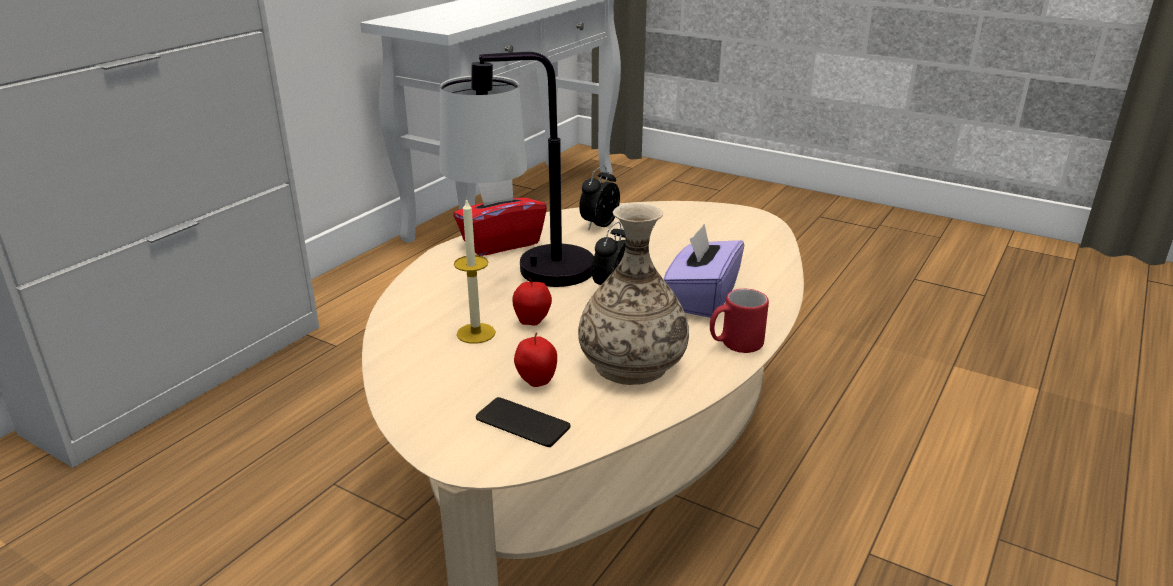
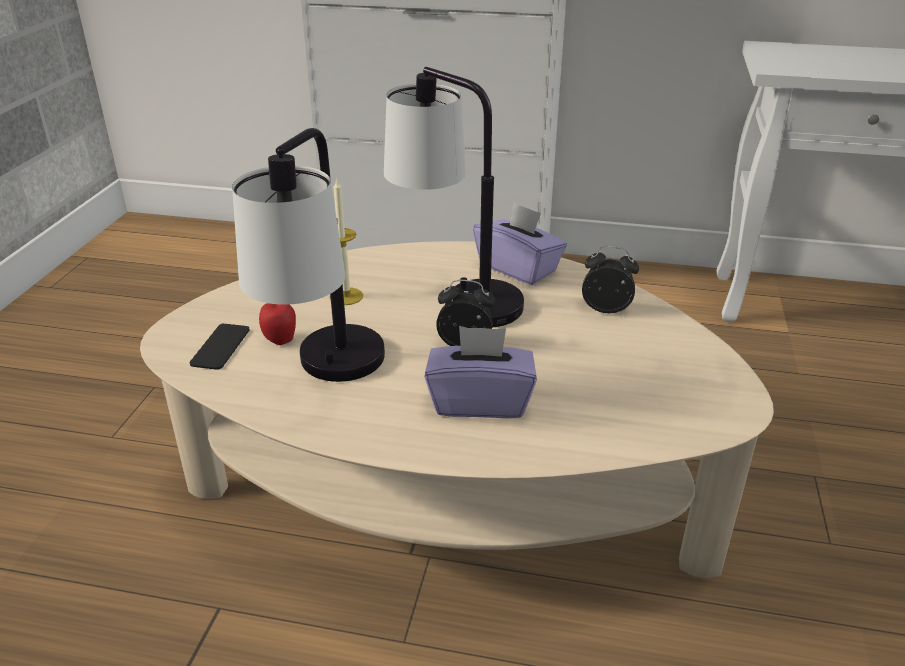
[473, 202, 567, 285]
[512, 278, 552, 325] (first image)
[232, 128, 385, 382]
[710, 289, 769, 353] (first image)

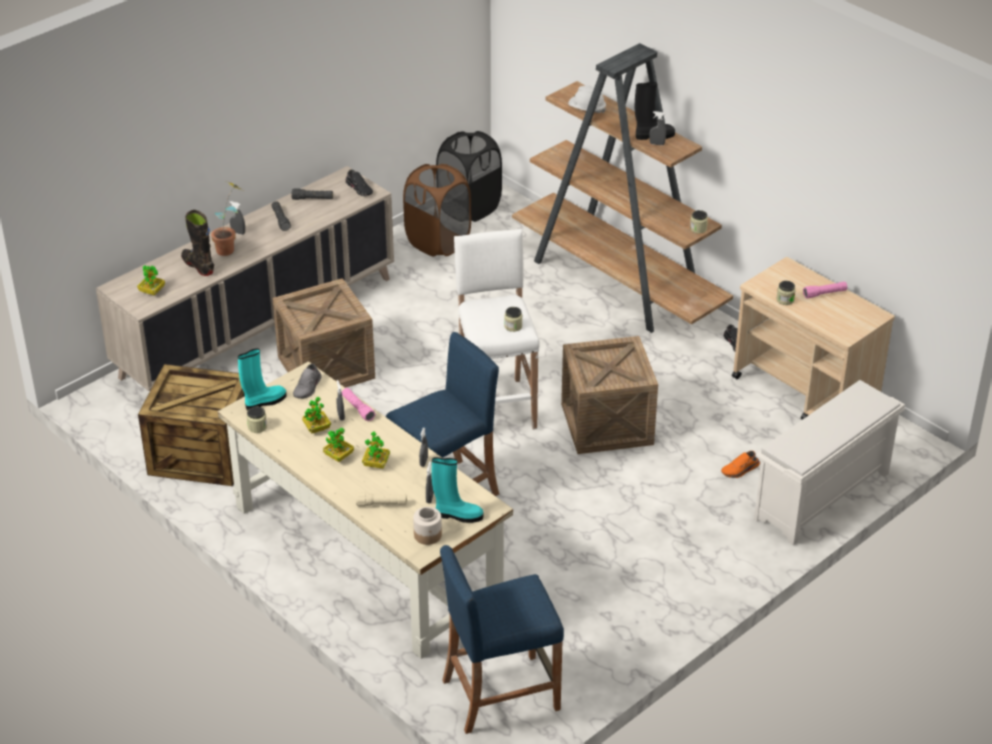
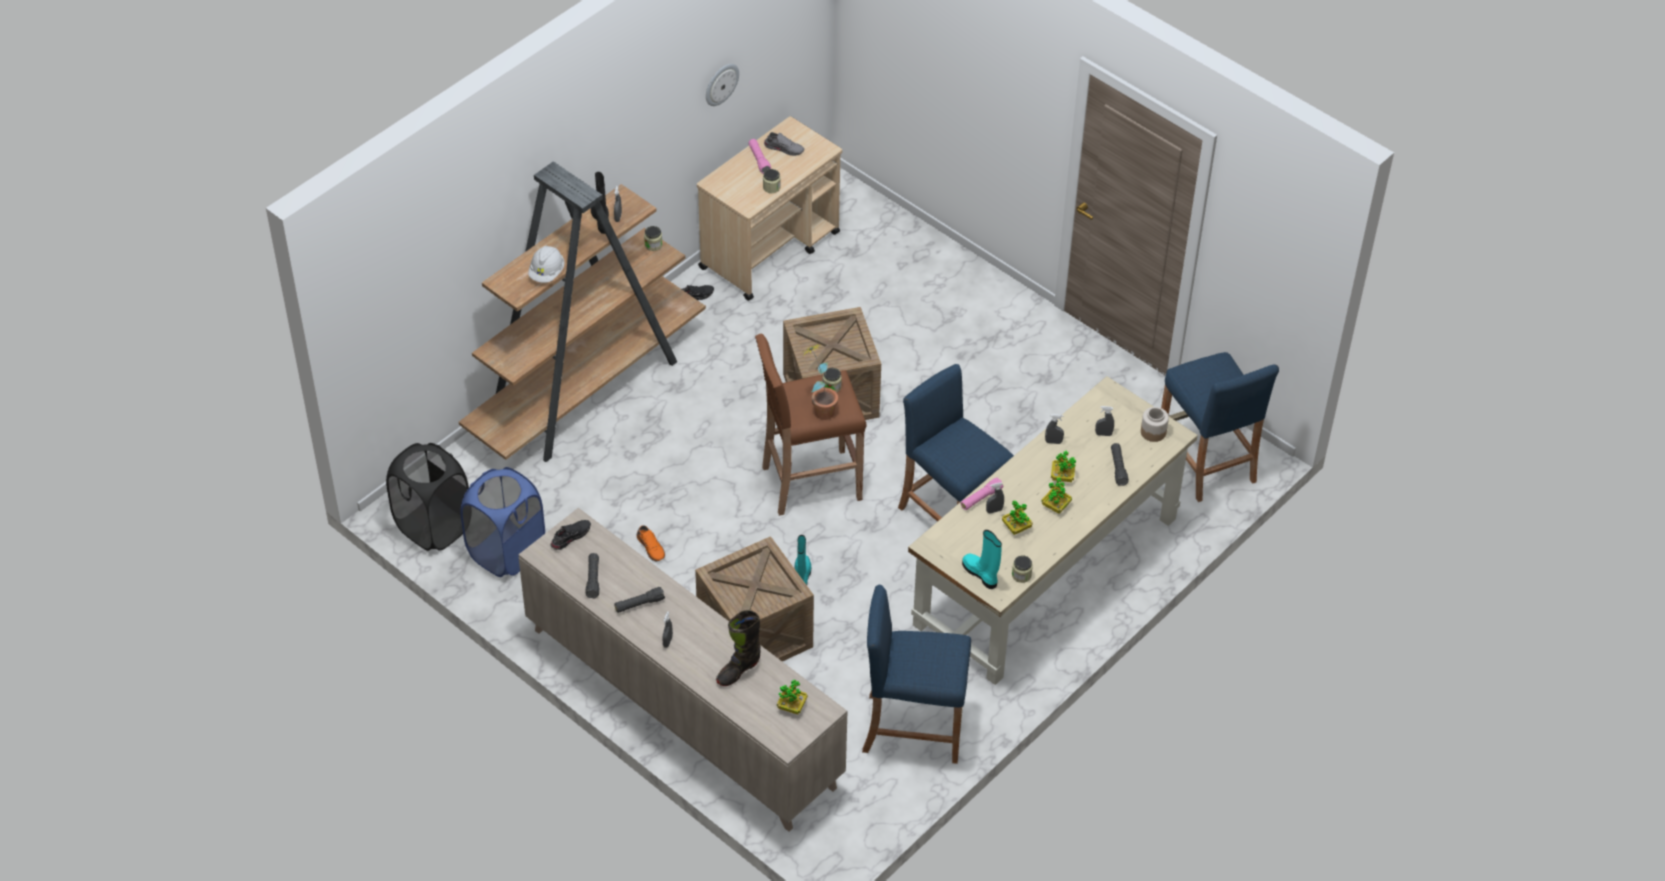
[862, 585, 971, 764]
[801, 344, 838, 420]
[764, 132, 804, 156]
[1111, 443, 1129, 486]
[460, 467, 545, 577]
[794, 535, 811, 585]
[755, 334, 866, 516]
[636, 525, 665, 561]
[754, 380, 905, 546] (first image)
[706, 64, 739, 106]

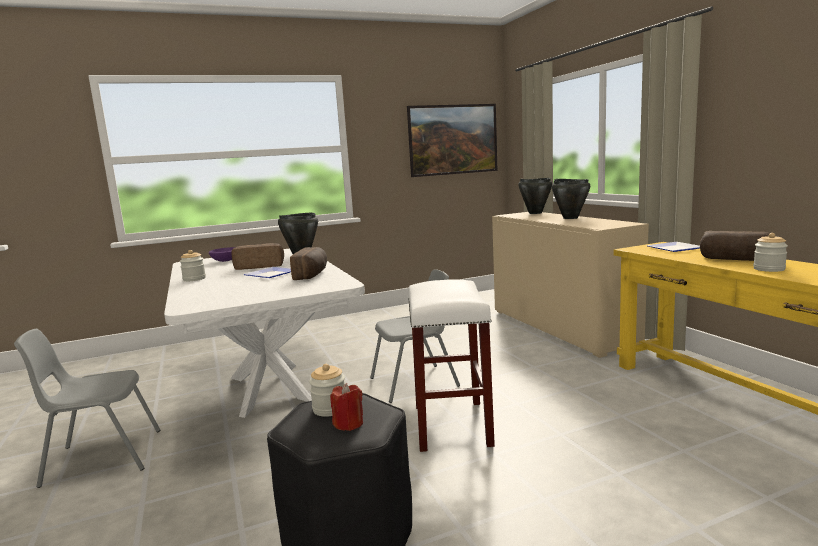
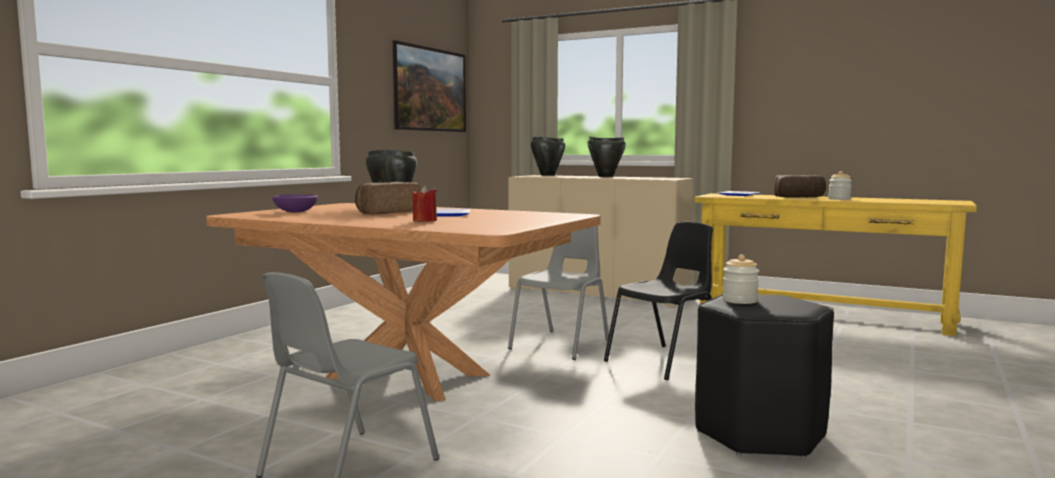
[206, 203, 601, 401]
[180, 250, 206, 281] (first image)
[290, 247, 327, 280] (first image)
[412, 186, 437, 222]
[604, 222, 713, 380]

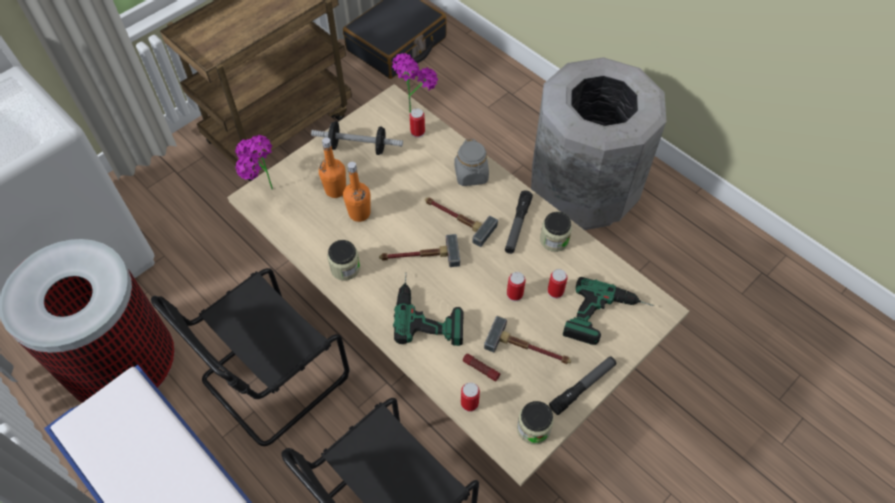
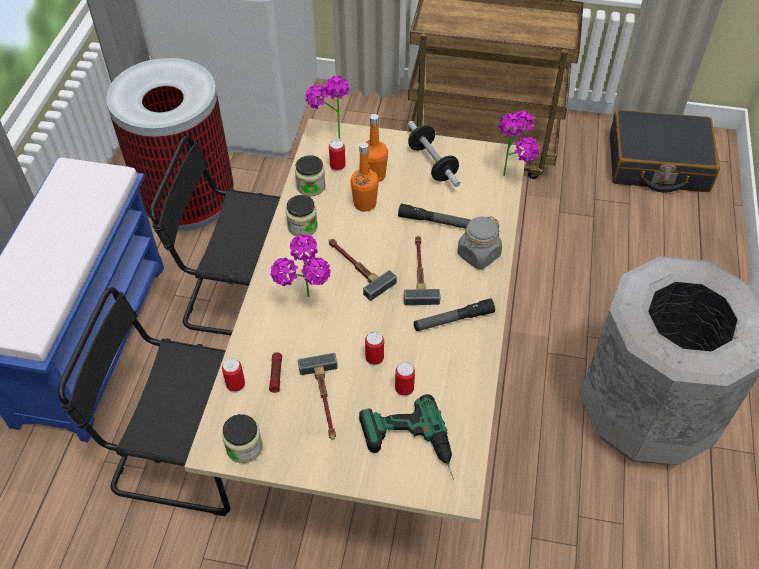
[270, 234, 331, 297]
[329, 139, 346, 172]
[295, 155, 326, 196]
[398, 204, 471, 229]

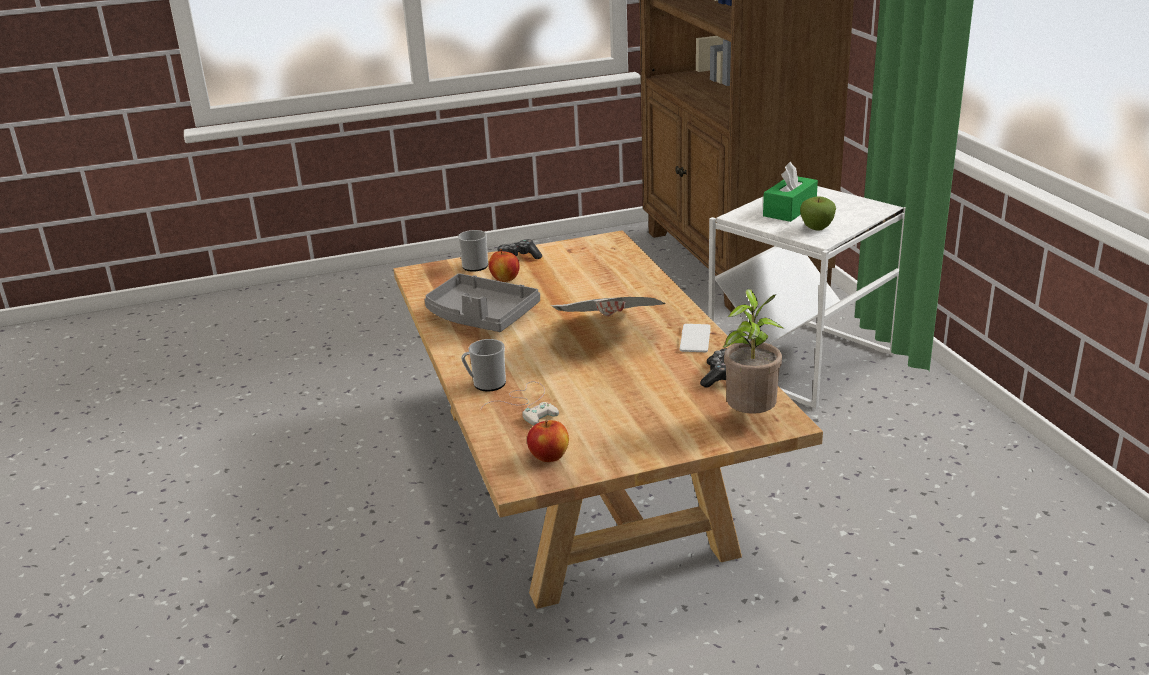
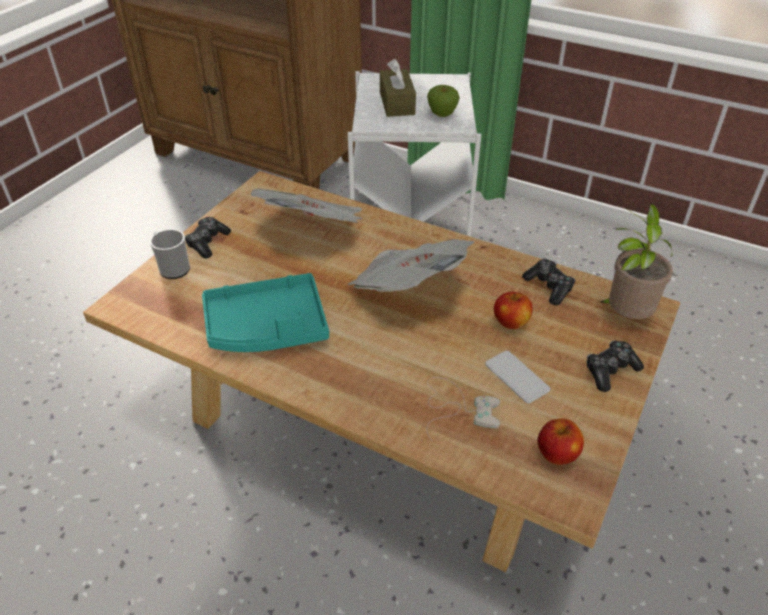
[202, 273, 329, 352]
[461, 339, 506, 391] (first image)
[494, 292, 533, 329]
[485, 351, 550, 403]
[380, 59, 416, 117]
[250, 189, 362, 223]
[586, 341, 644, 392]

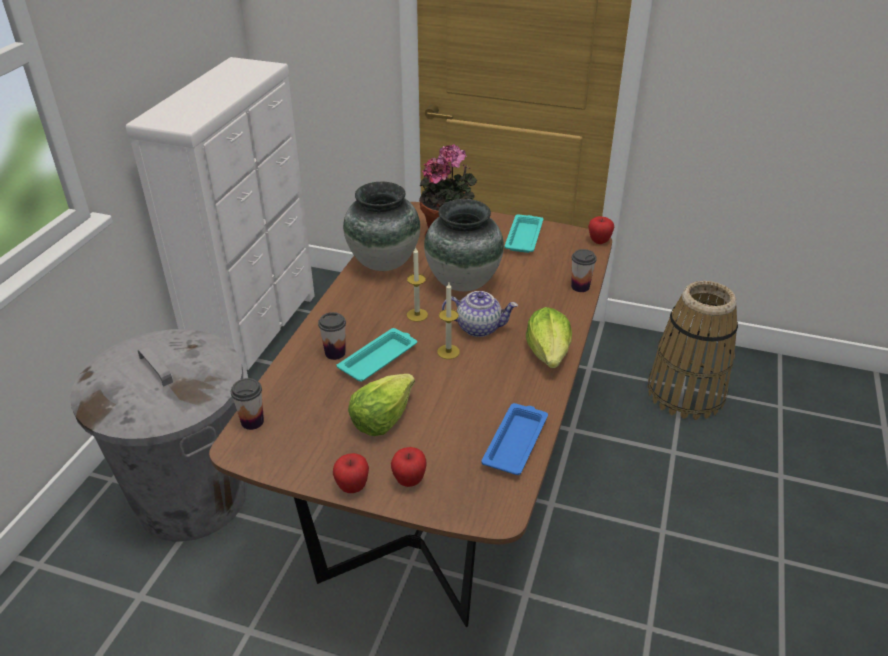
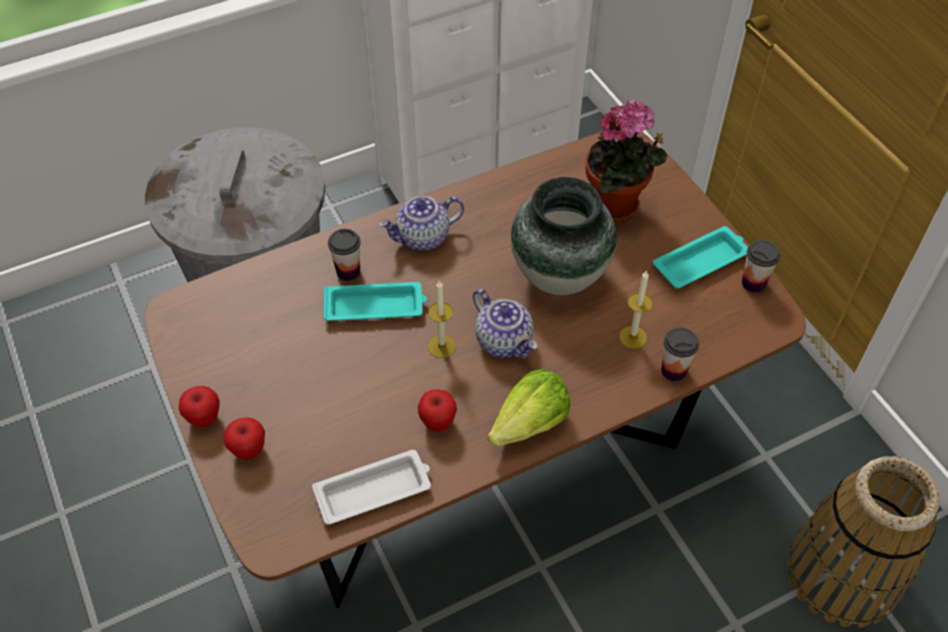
[742, 240, 780, 293]
[343, 182, 420, 271] (first image)
[348, 374, 415, 436] (first image)
[619, 270, 653, 349]
[312, 450, 431, 525]
[418, 389, 457, 432]
[379, 196, 464, 251]

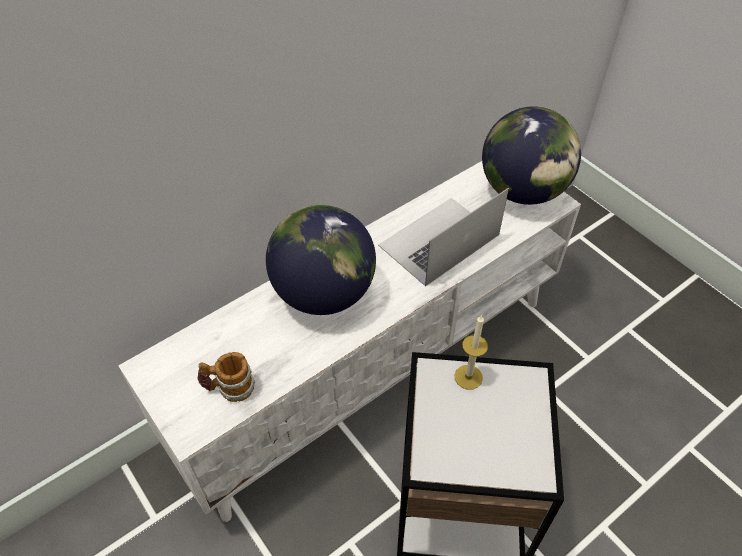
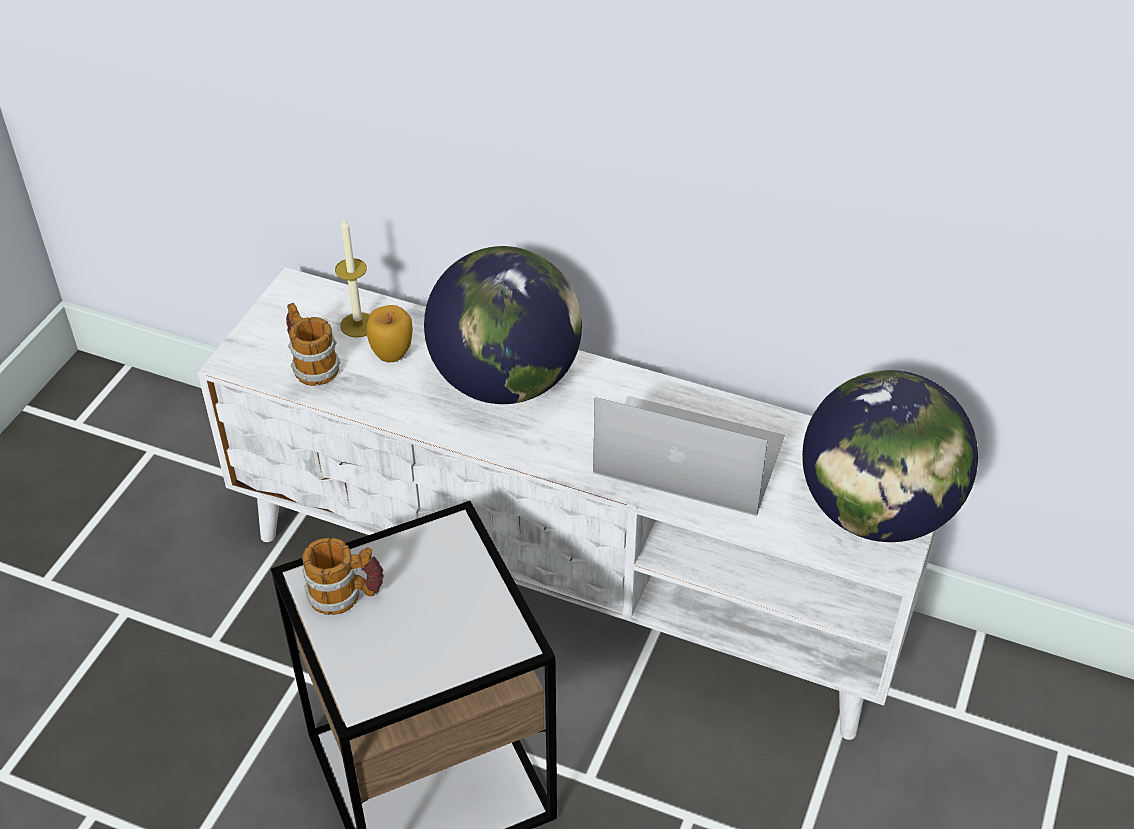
[335, 219, 370, 338]
[302, 537, 384, 615]
[366, 305, 413, 362]

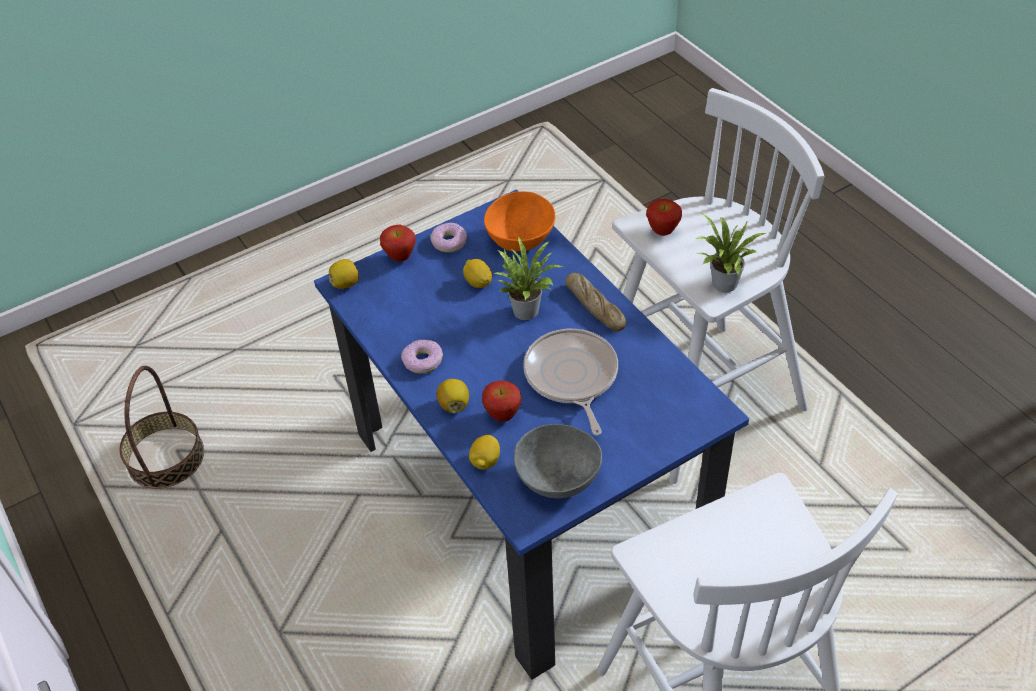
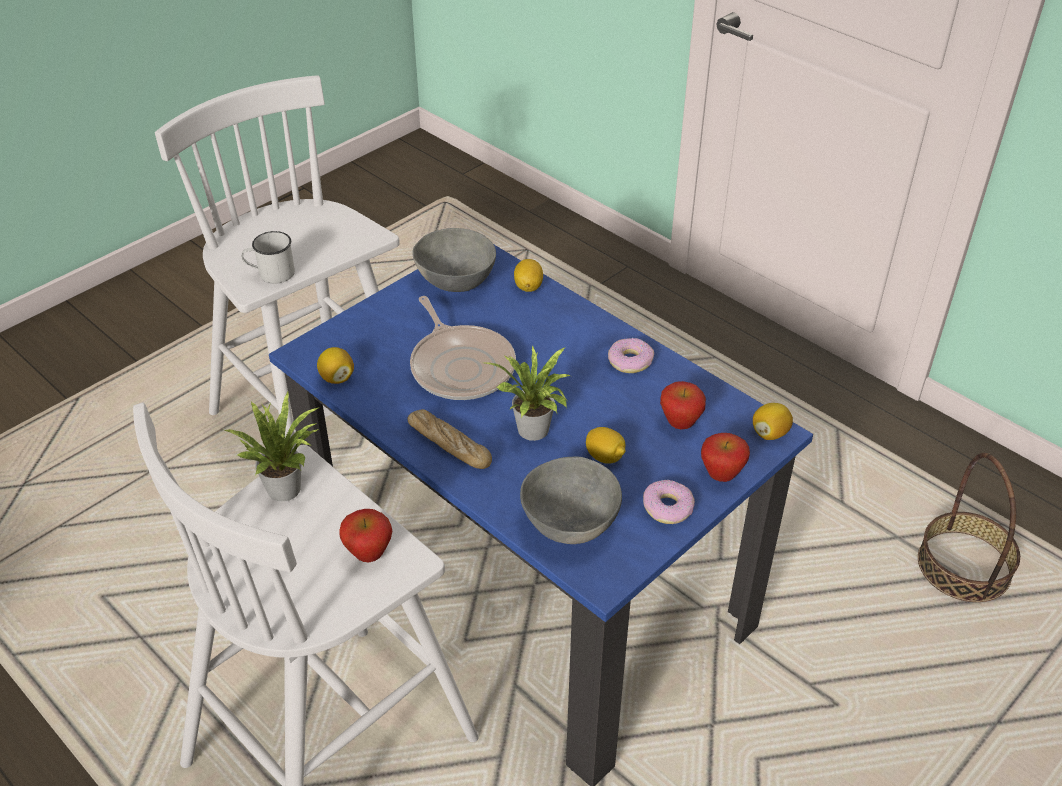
[317, 347, 354, 384]
[660, 381, 706, 429]
[520, 456, 622, 544]
[241, 231, 295, 284]

